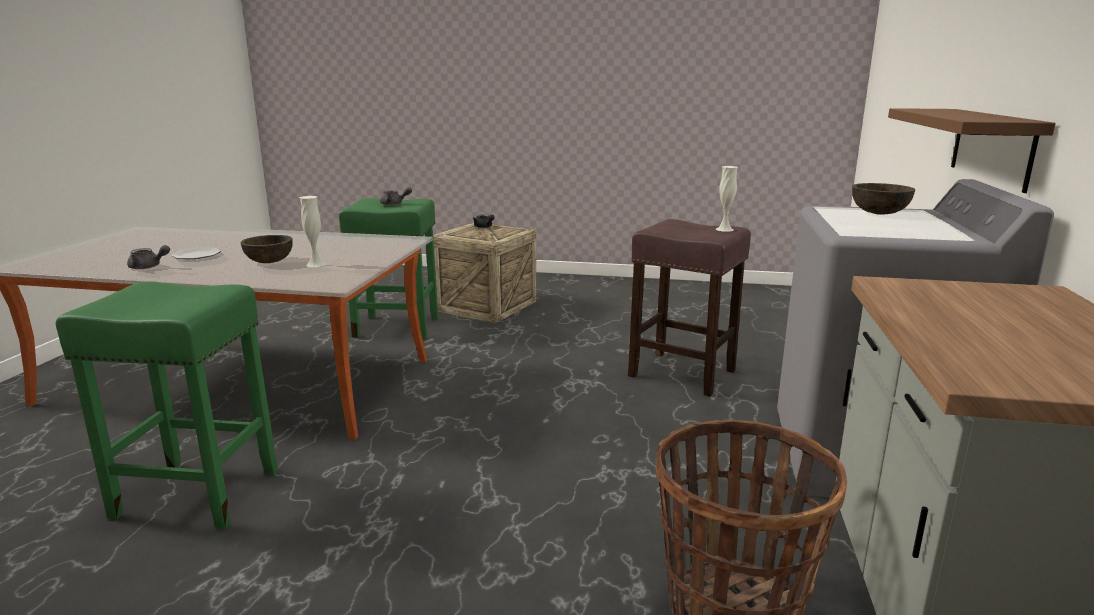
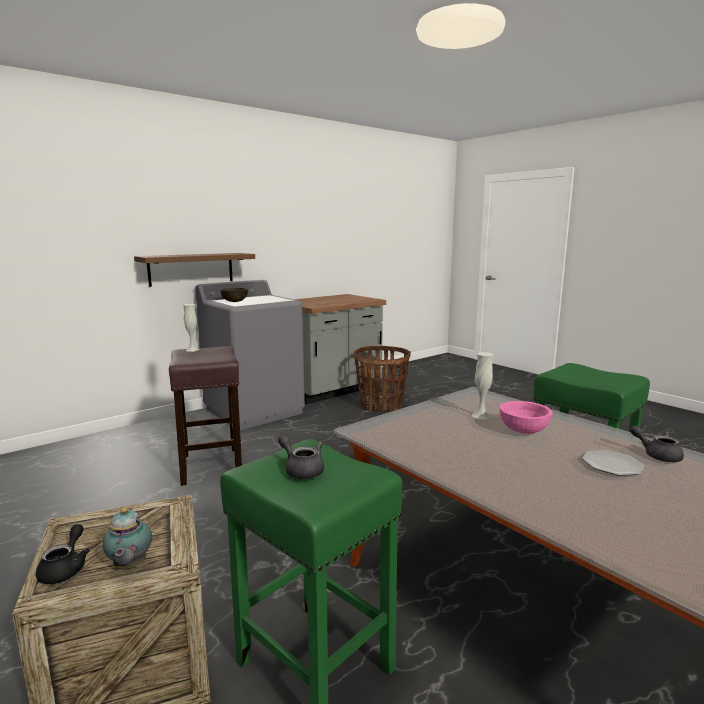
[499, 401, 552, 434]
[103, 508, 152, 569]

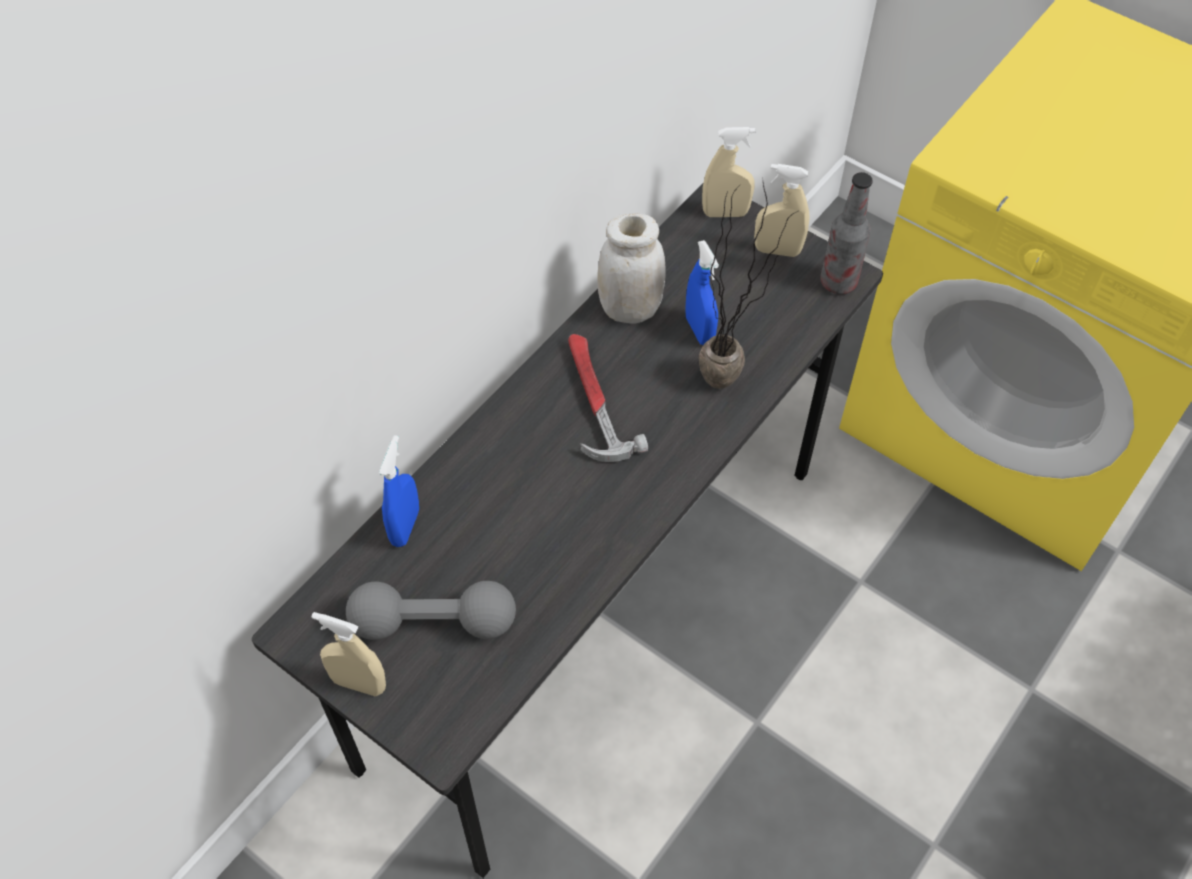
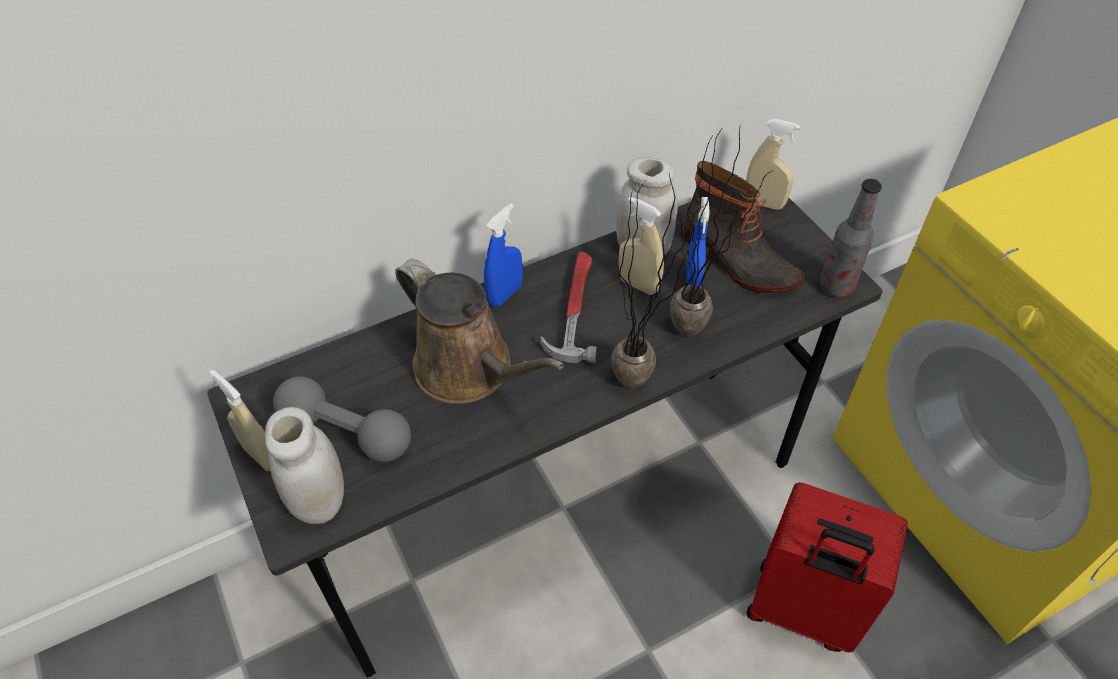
[484, 203, 523, 307]
[619, 197, 664, 295]
[265, 407, 344, 524]
[395, 259, 565, 404]
[611, 174, 705, 388]
[683, 161, 805, 293]
[747, 482, 908, 652]

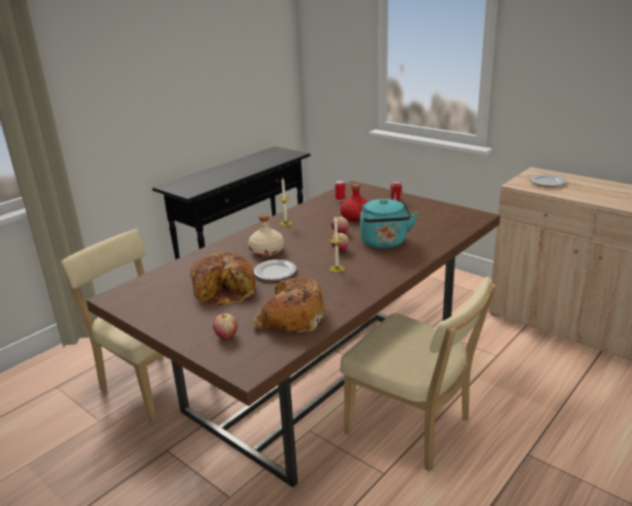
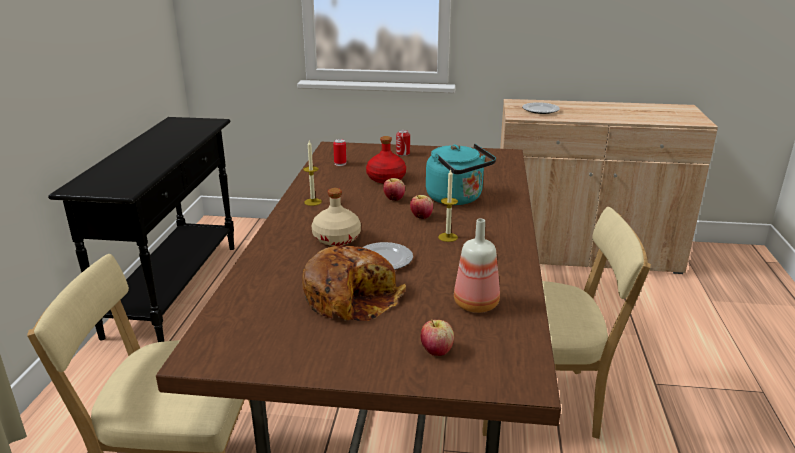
[454, 219, 500, 313]

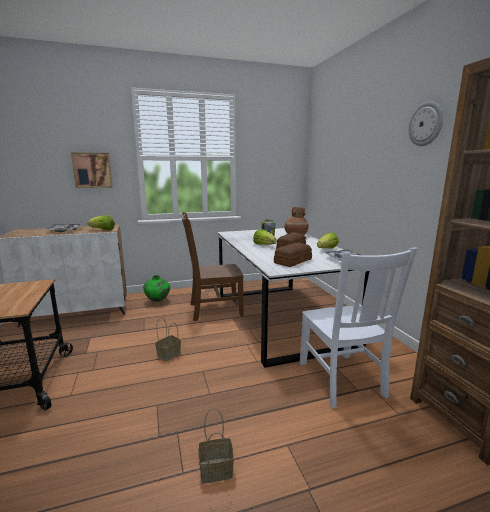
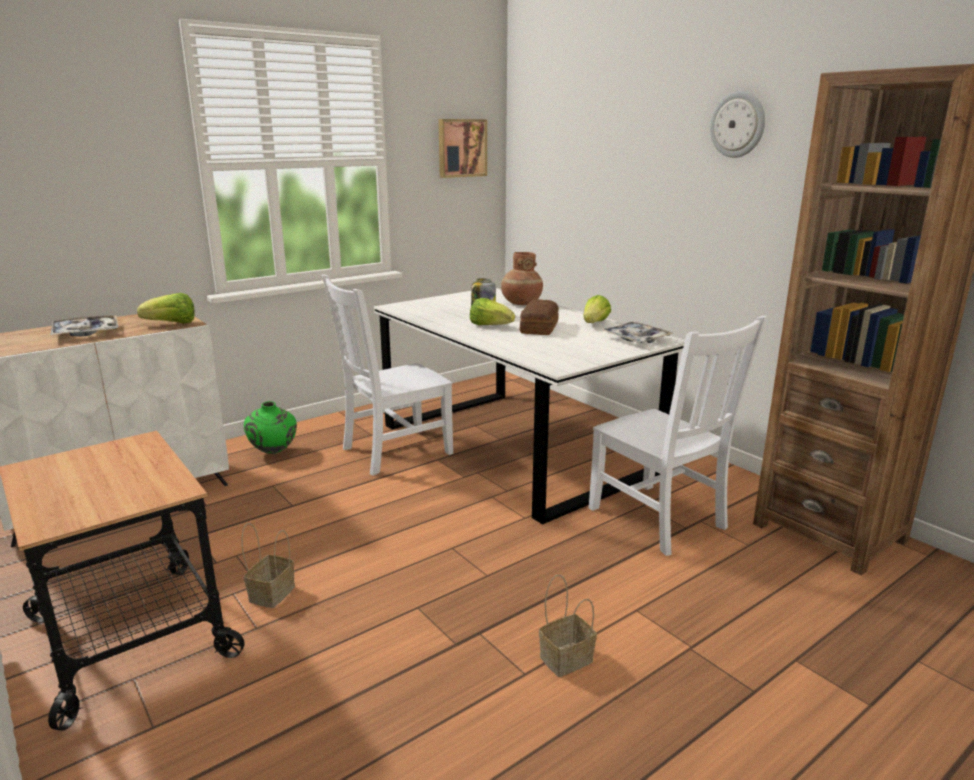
[438, 119, 487, 178]
[241, 523, 295, 608]
[322, 274, 453, 476]
[274, 243, 312, 267] (first image)

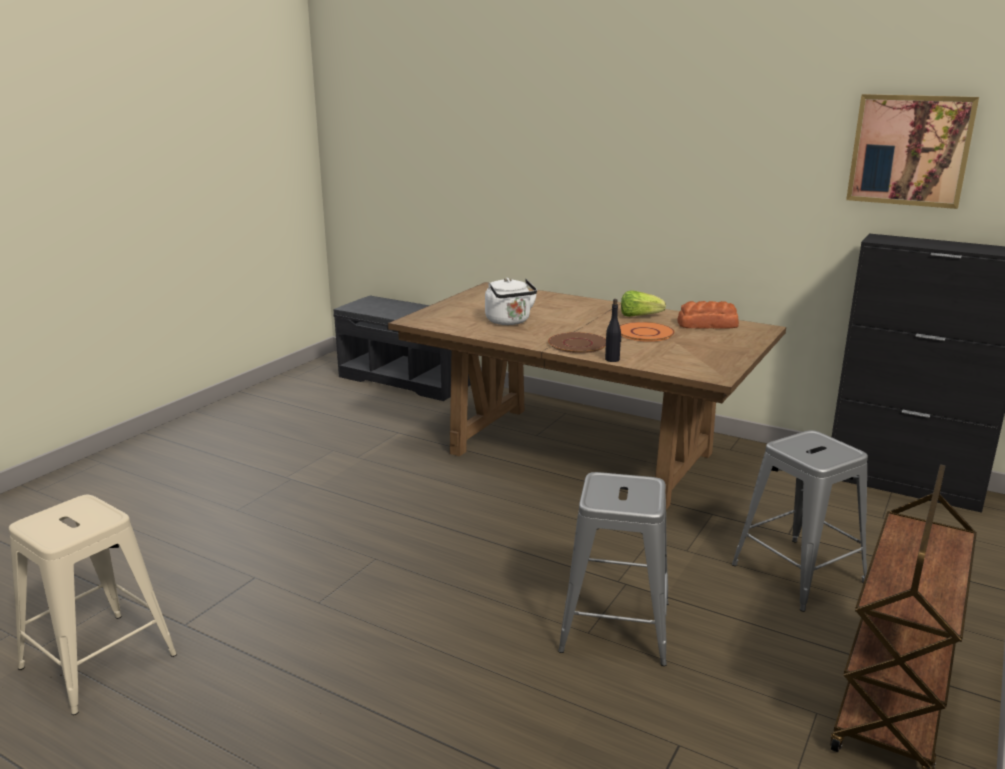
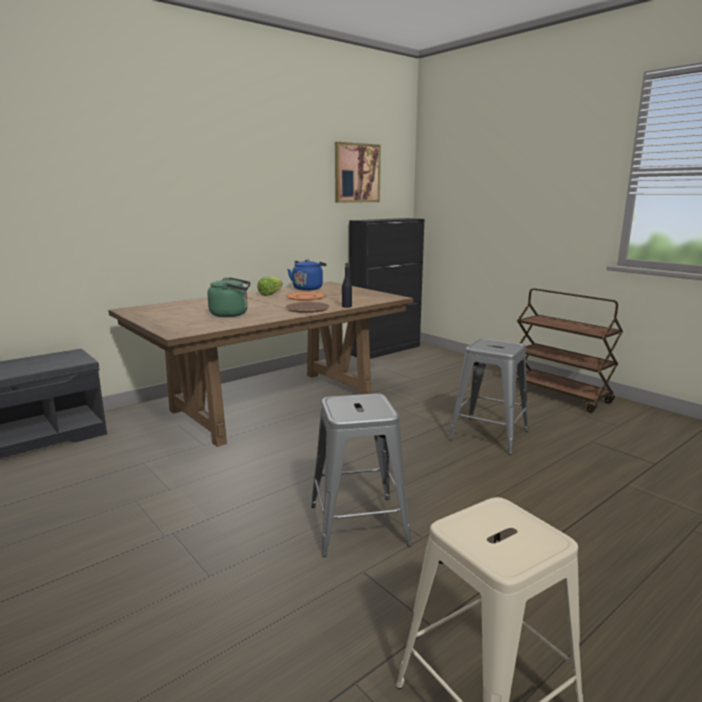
[207, 277, 251, 317]
[287, 259, 327, 290]
[311, 394, 412, 557]

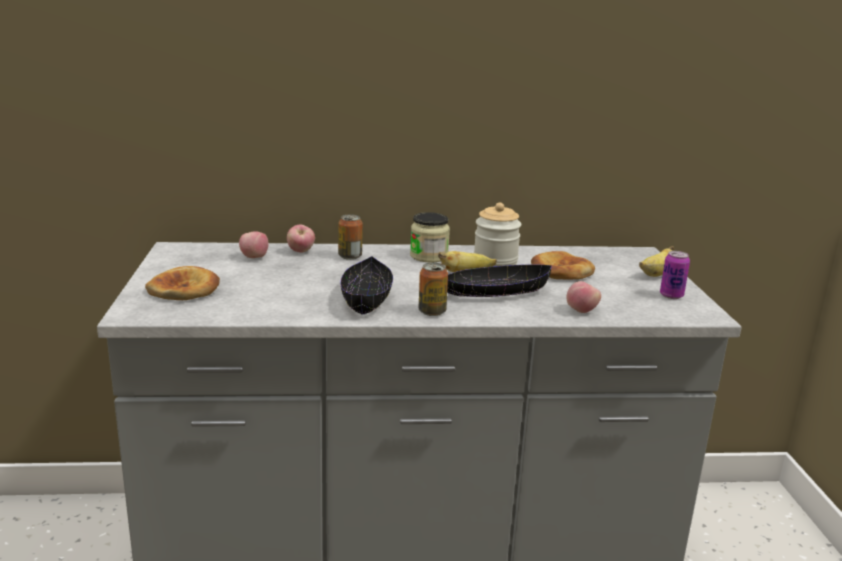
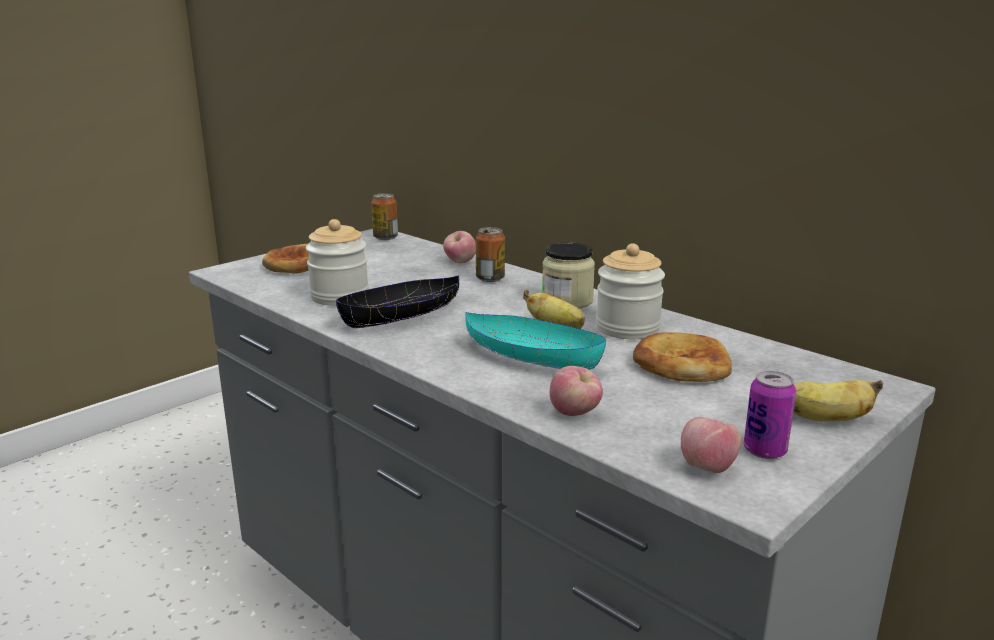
[681, 417, 741, 473]
[371, 193, 398, 240]
[465, 312, 606, 370]
[306, 219, 369, 306]

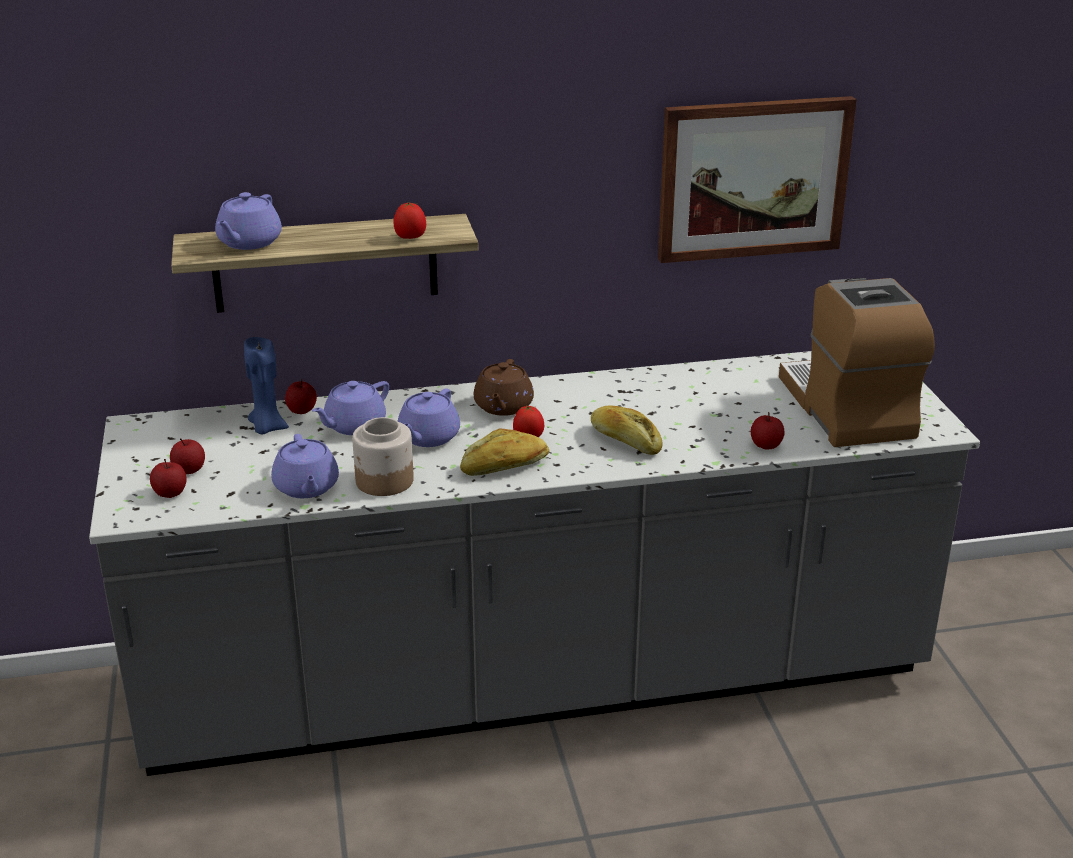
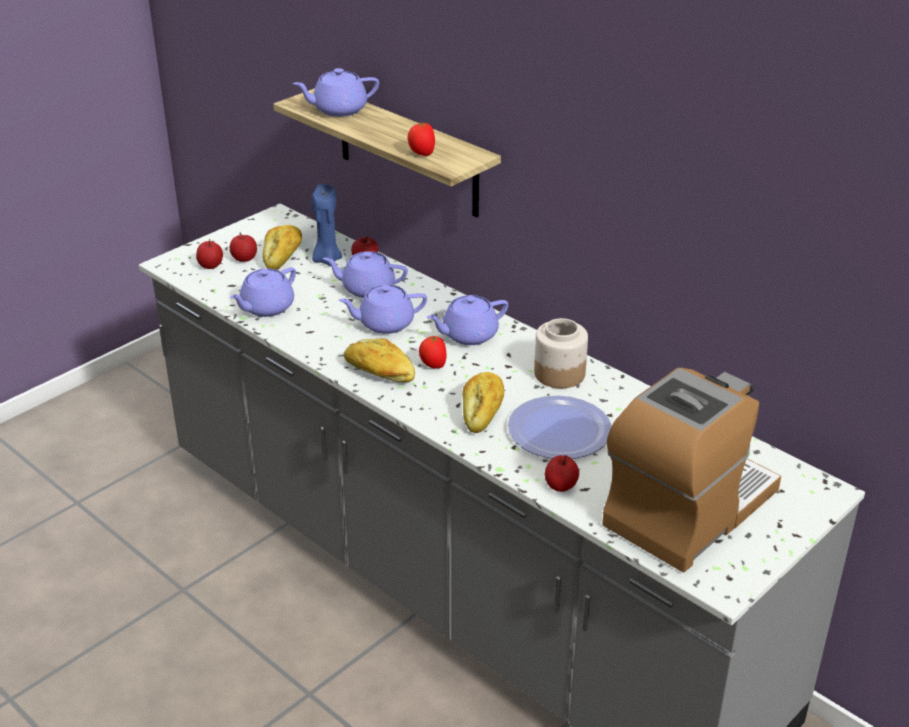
[534, 318, 588, 388]
[427, 295, 508, 345]
[658, 96, 857, 263] (first image)
[263, 225, 302, 270]
[508, 395, 612, 459]

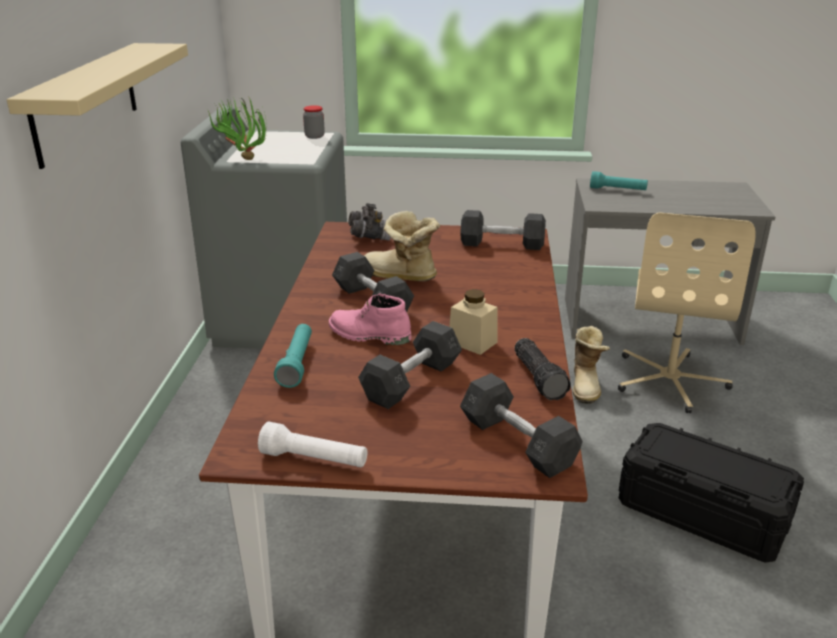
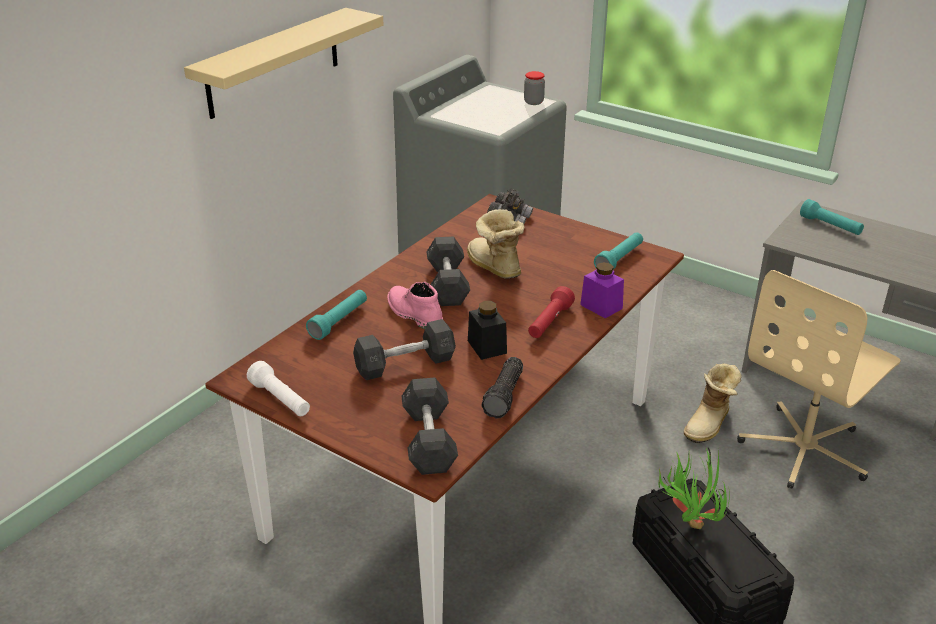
[658, 447, 730, 529]
[468, 301, 507, 360]
[594, 232, 643, 269]
[528, 286, 575, 338]
[580, 262, 624, 318]

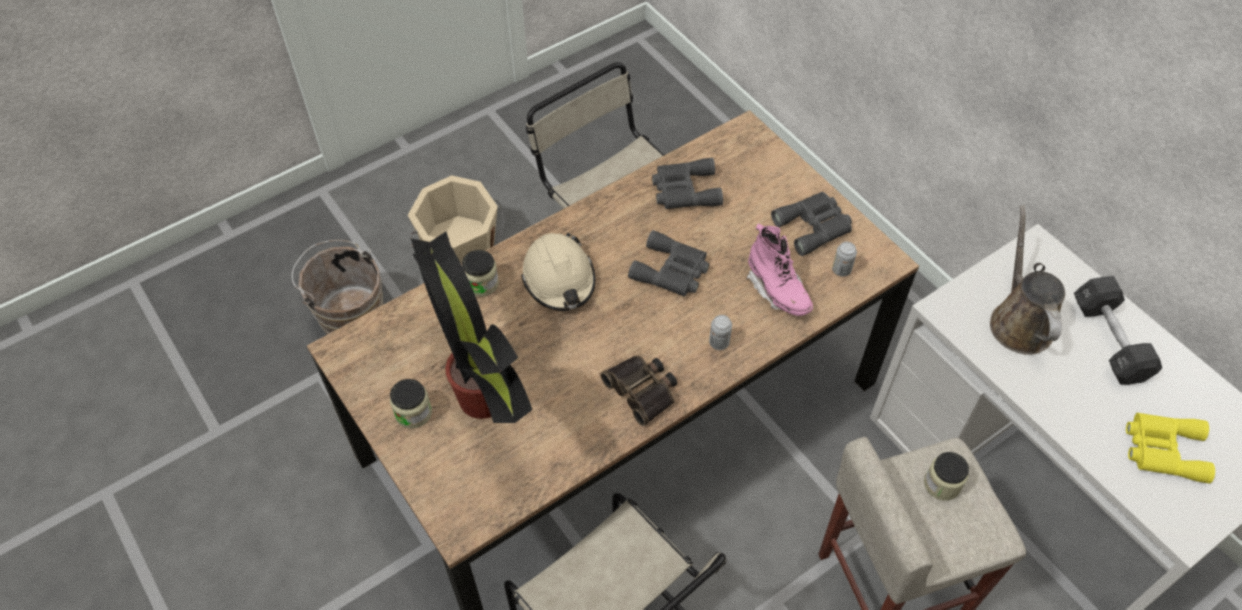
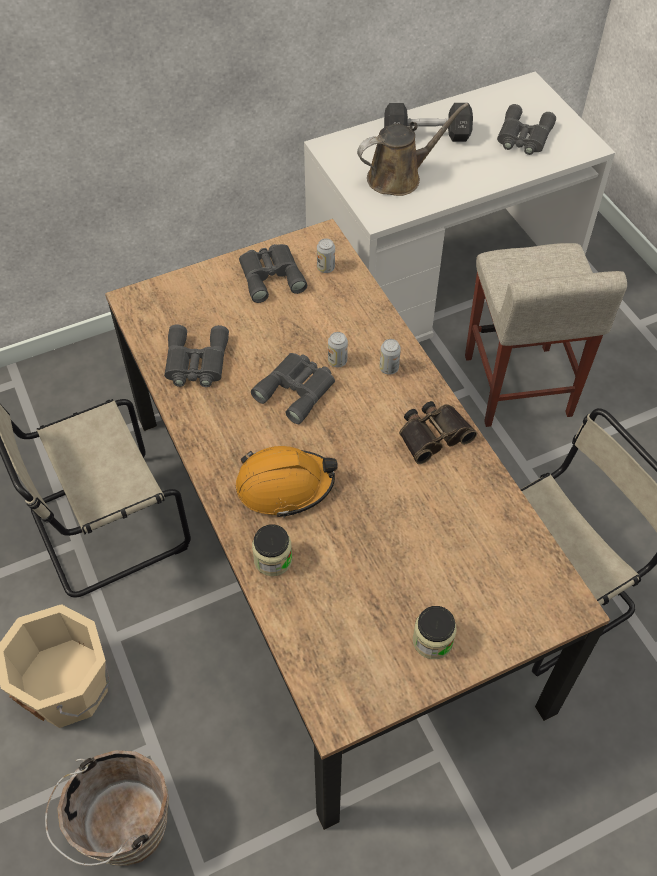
[411, 232, 533, 423] (first image)
[236, 446, 338, 518]
[746, 224, 813, 316] (first image)
[924, 452, 969, 501] (first image)
[357, 103, 469, 196]
[497, 104, 556, 155]
[328, 332, 348, 367]

